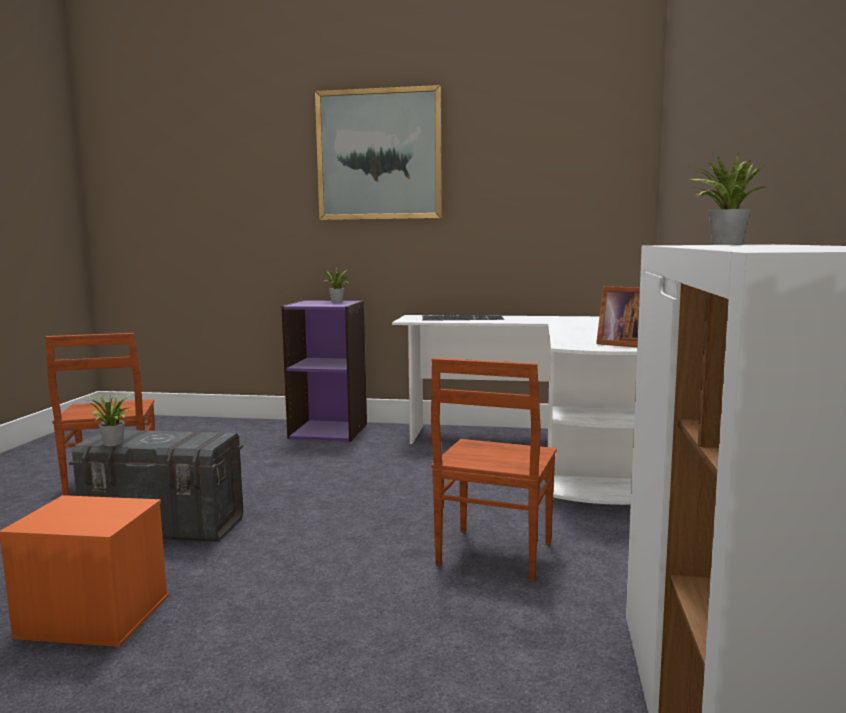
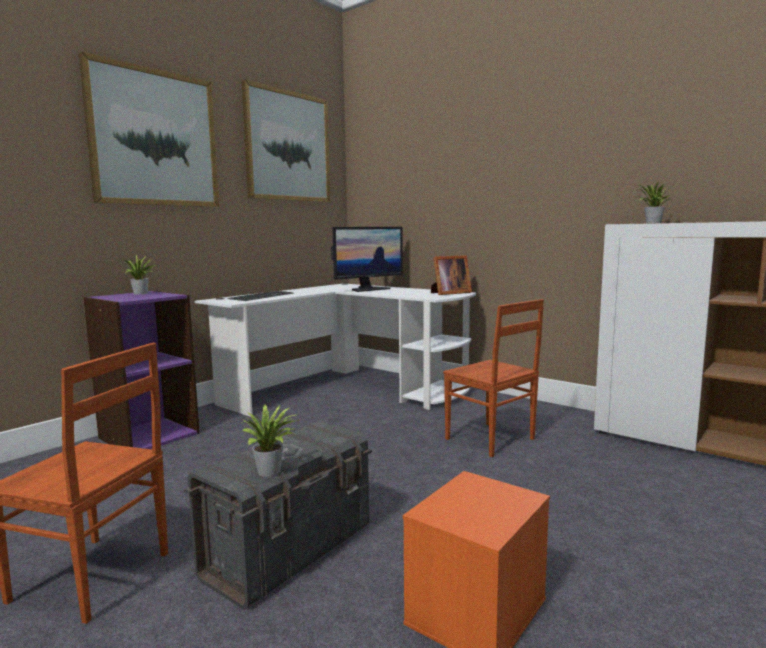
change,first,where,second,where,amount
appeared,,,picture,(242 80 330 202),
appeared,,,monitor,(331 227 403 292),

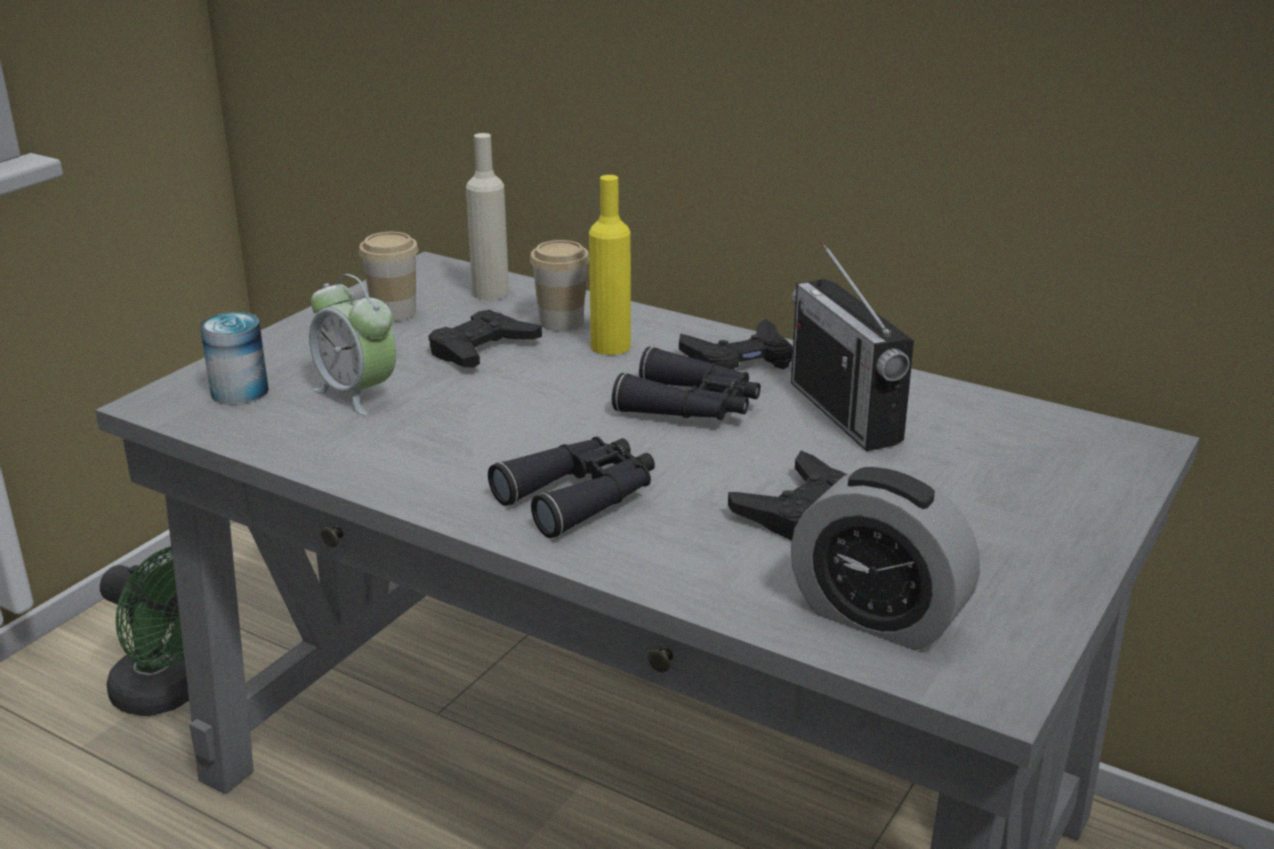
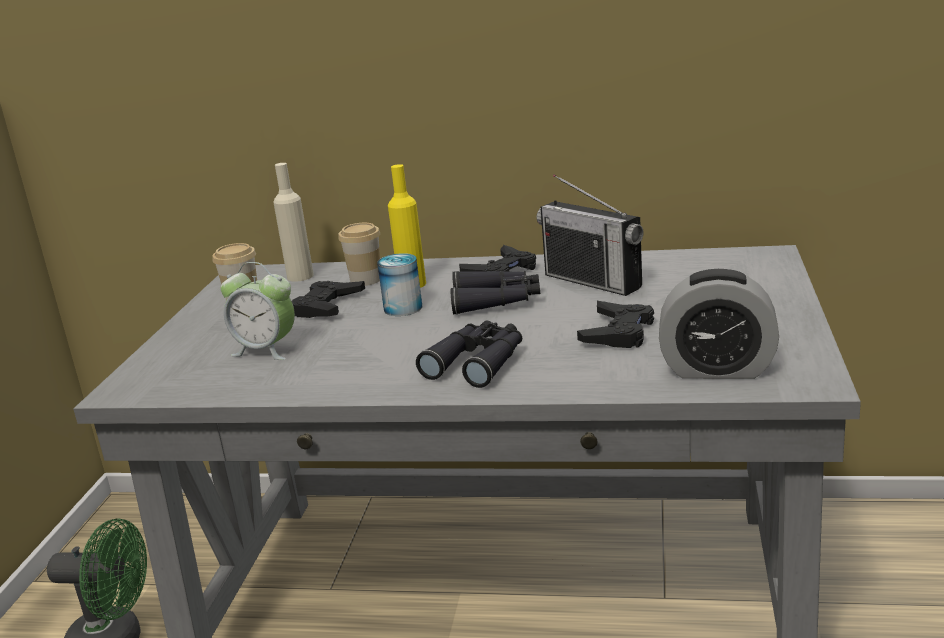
change,first,where,second,where,amount
relocated,can,(200 312 269 405),,(377 253 422 316),

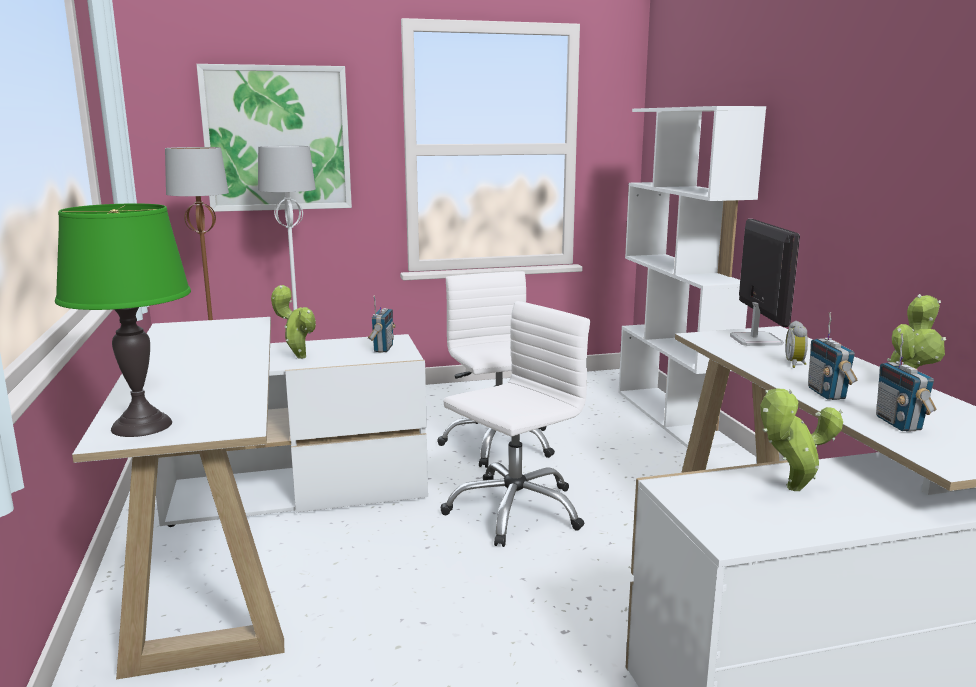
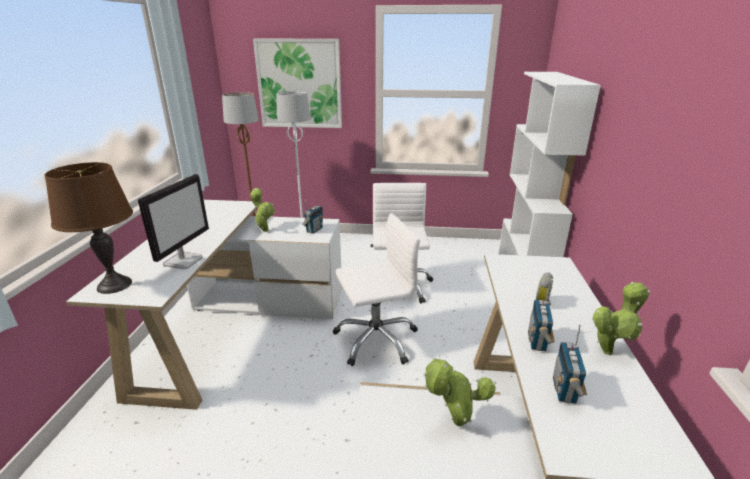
change,first,where,second,where,amount
colour,green table lamp,(55 203 191 437),brown table lamp,(44 162 133 294),
relocated,monitor,(730 219 800 346),,(138 174 209 269),

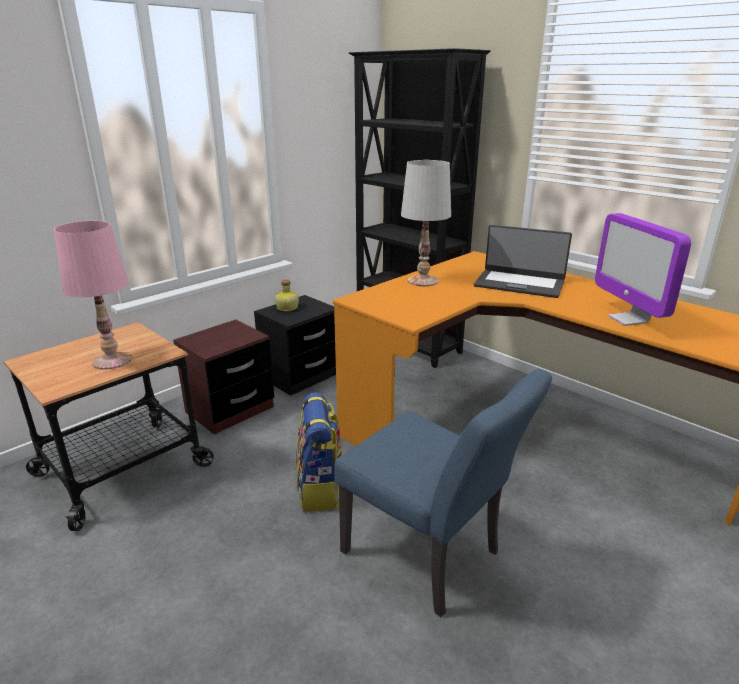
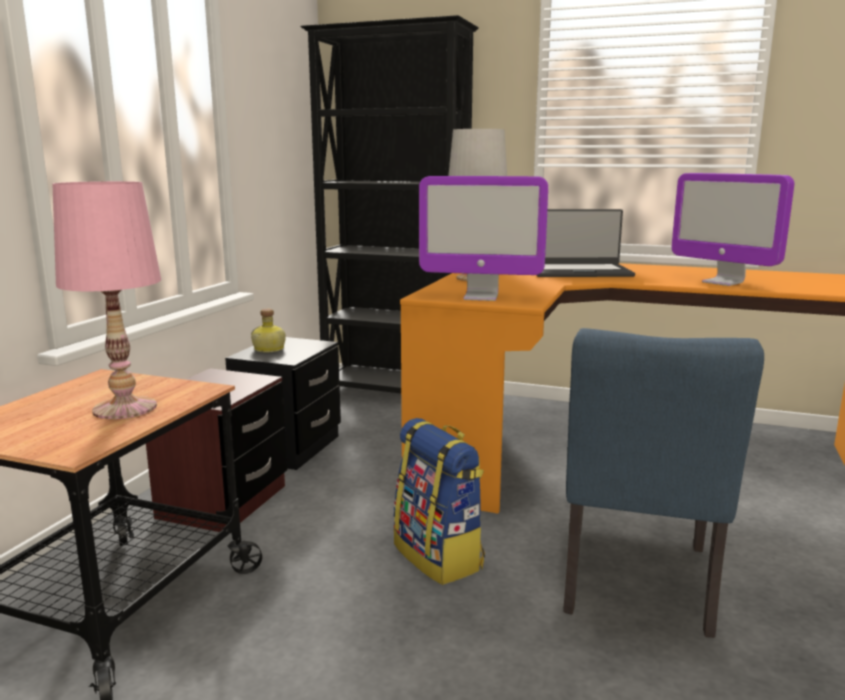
change,first,where,second,where,amount
spun,blue chair,(334 369 552 617),,(563 328 764 638),90 degrees clockwise
appeared,,,monitor,(419 176 548 301),

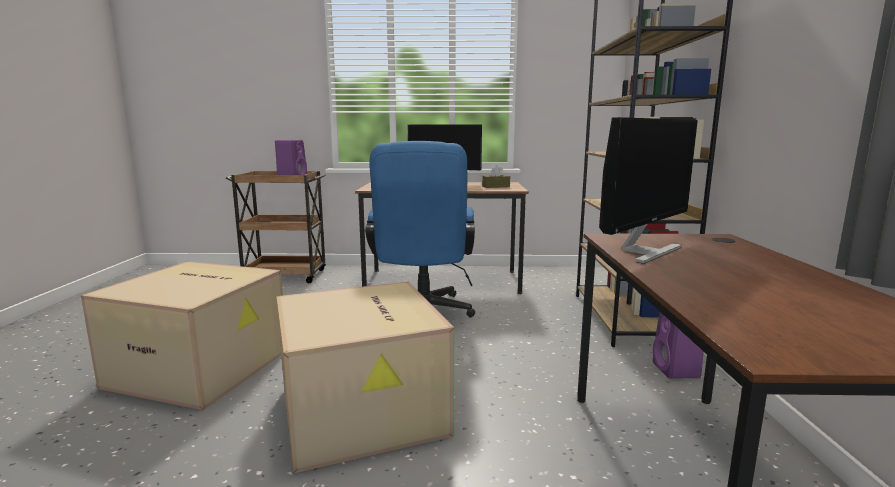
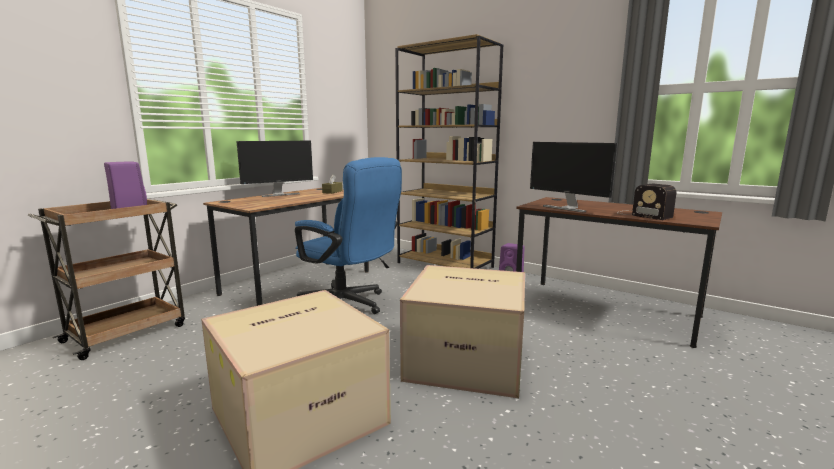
change,first,where,second,where,amount
spun,monitor,(599 117 698 264),,(530 142 617 213),150 degrees clockwise
appeared,,,radio,(617 184 676 220),

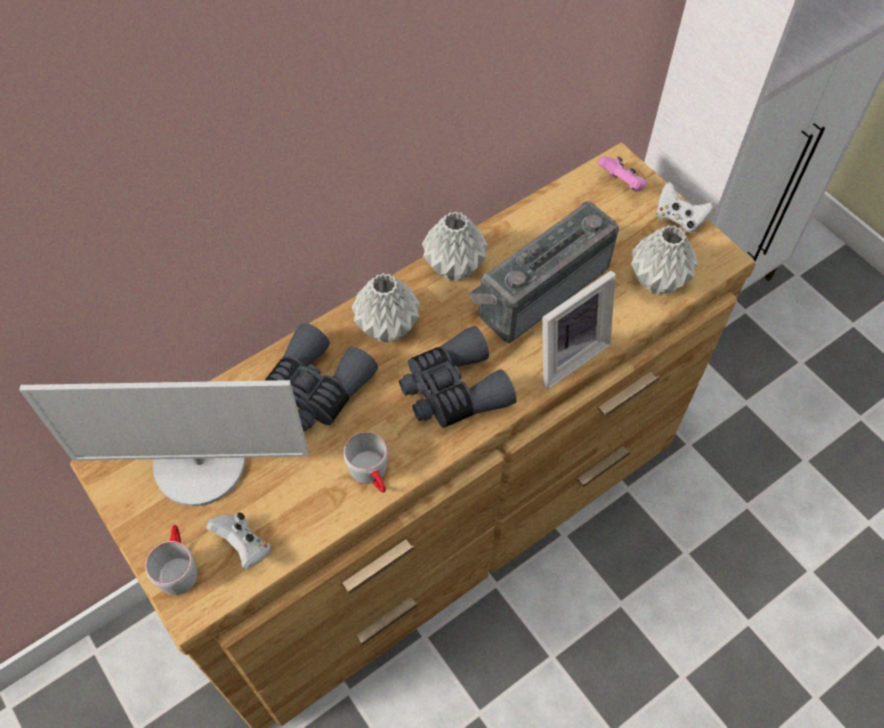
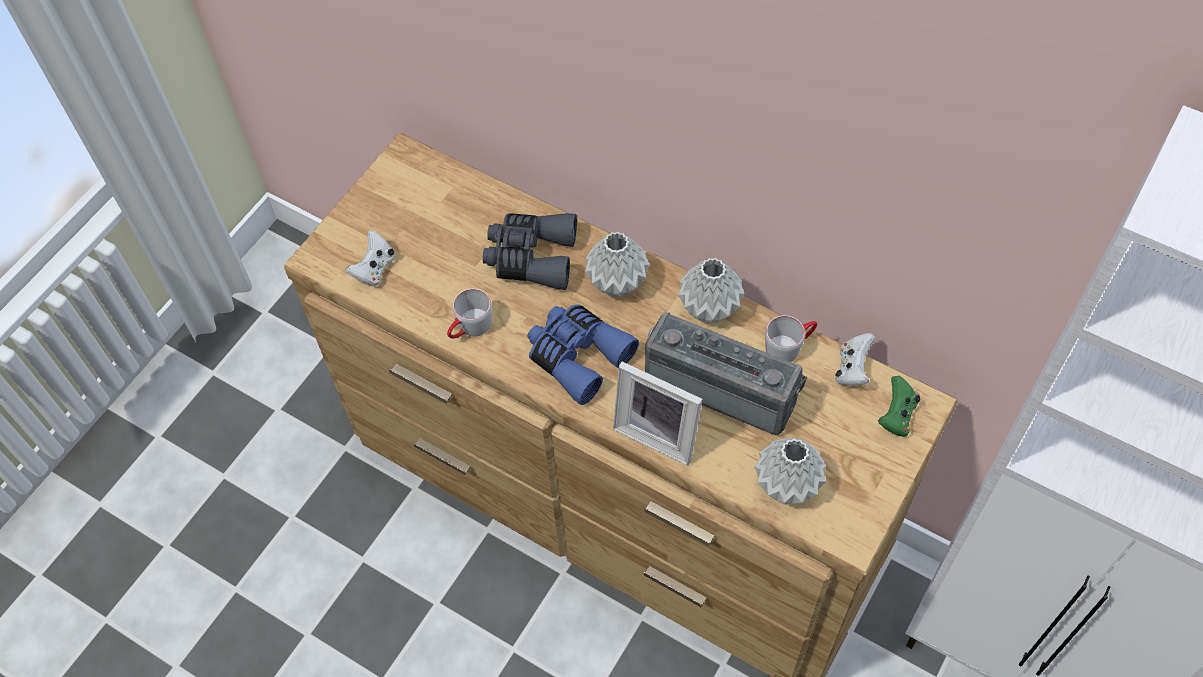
change,first,where,second,where,amount
missing,monitor,(19 380 309 506),,,
relocated,grey mug,(145 525 197 595),,(765 315 817 362),
colour,grey binoculars,(399 326 517 428),blue binoculars,(527 304 639 405),
colour,pink game controller,(598 157 647 191),green game controller,(878 376 920 437),
relocated,white game controller,(656 182 714 233),,(835 333 876 386),

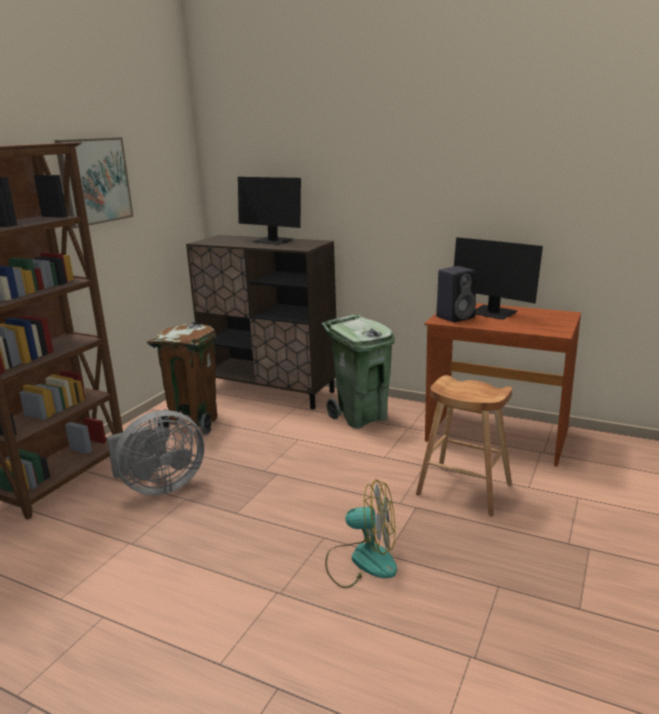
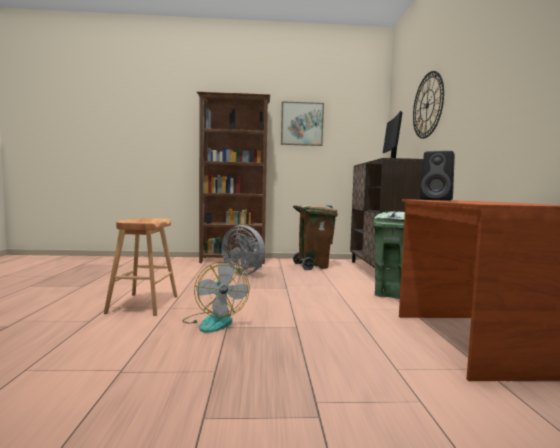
change,first,where,second,where,amount
relocated,brown stool,(416 375 512 516),,(104 218 177 316),
missing,monitor,(454 237 543 320),,,
appeared,,,wall clock,(413 71 444 139),

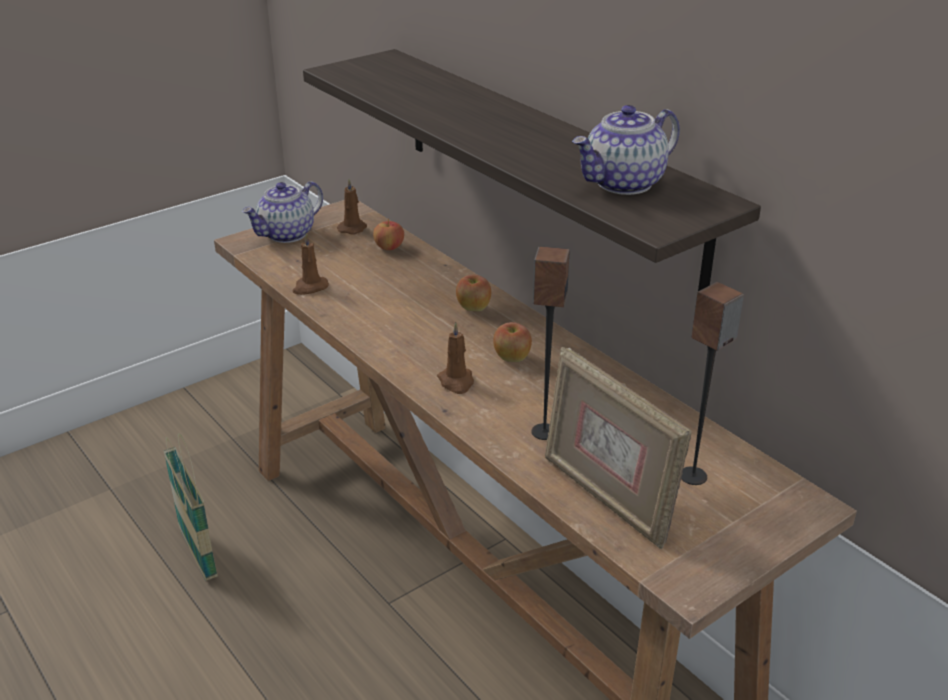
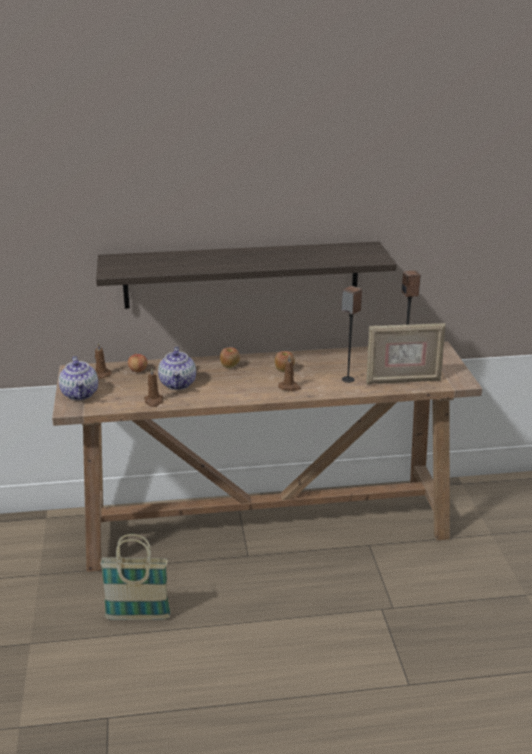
change,first,where,second,where,amount
relocated,teapot,(572 105 680 195),,(158 346 196 390),

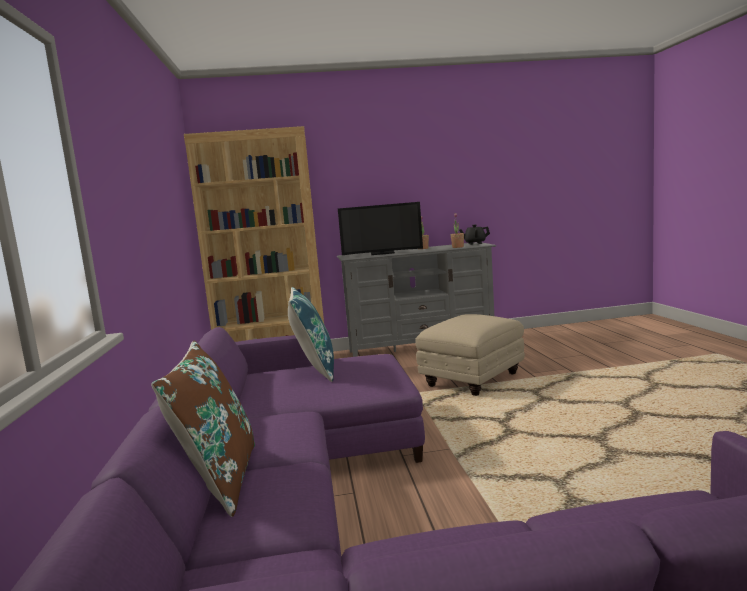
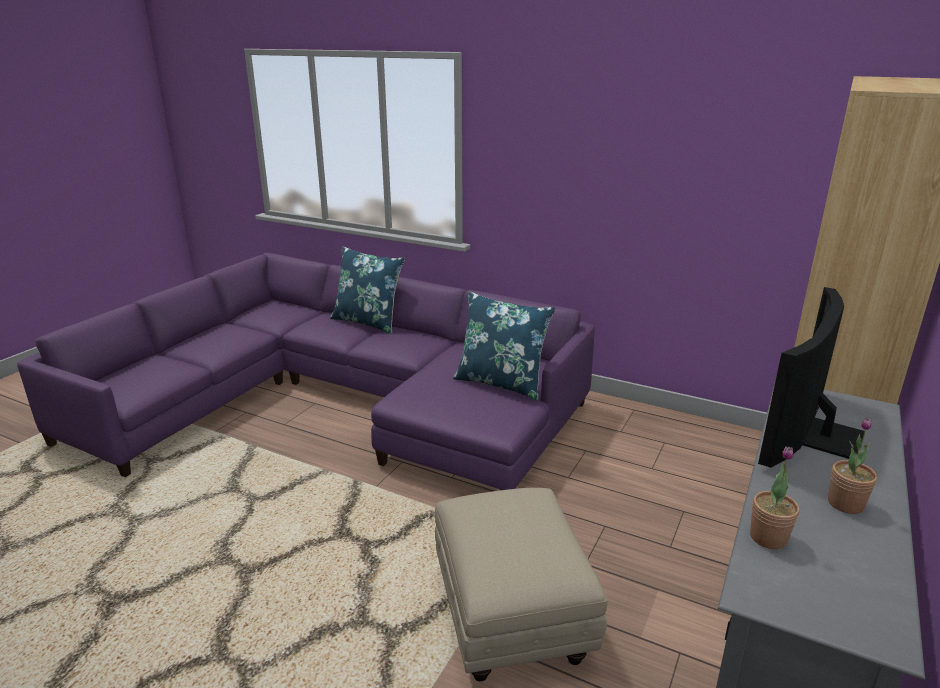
change,first,where,second,where,amount
colour,brown pillow,(151 340 255 517),blue pillow,(330 246 405 334),
missing,black teapot,(459 224 490 245),,,

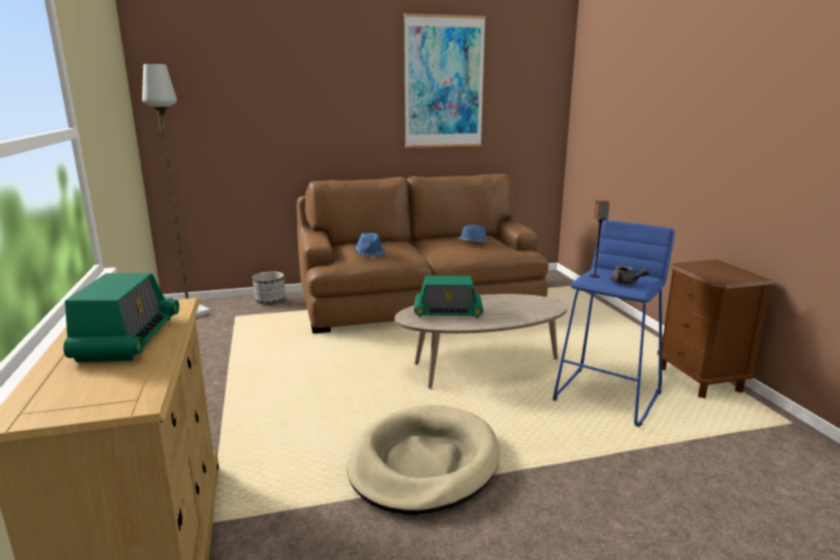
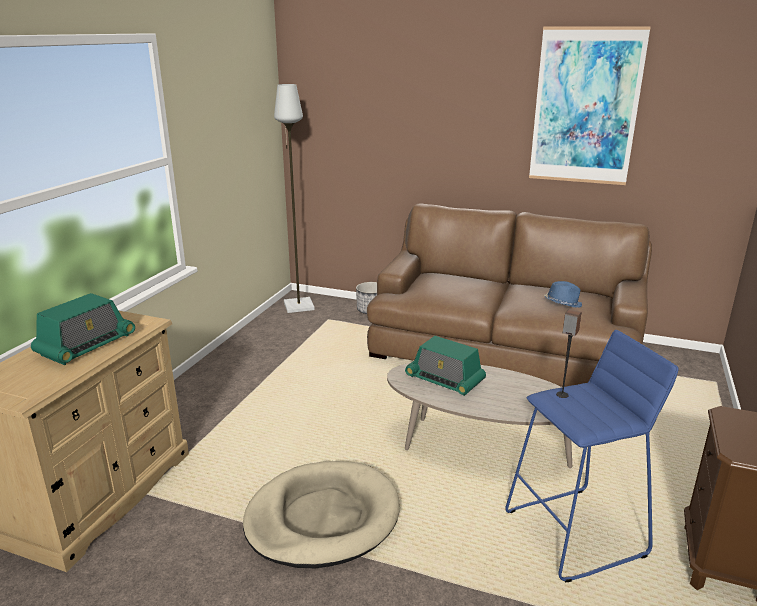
change,first,where,second,where,amount
missing,blue hat,(354 232 385 257),,,
missing,grey teapot,(610 266 650 284),,,

